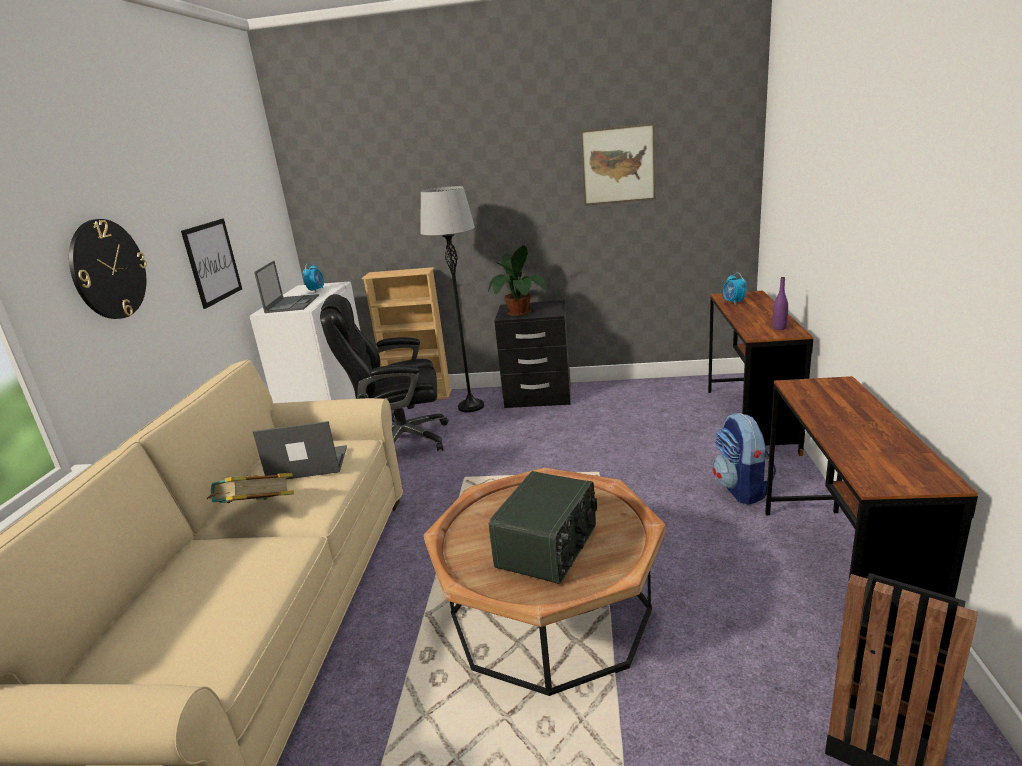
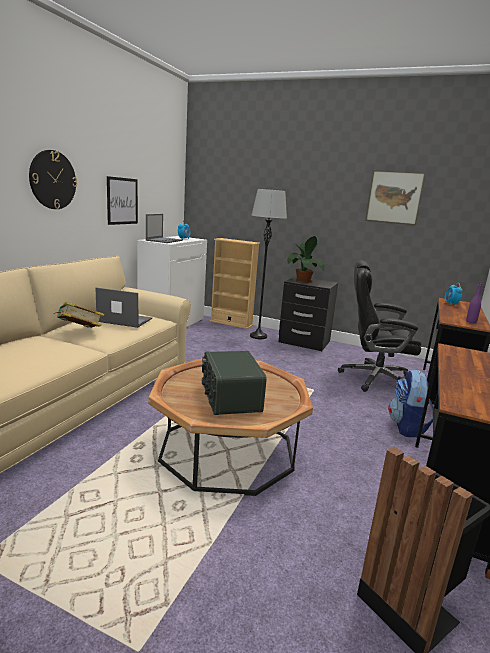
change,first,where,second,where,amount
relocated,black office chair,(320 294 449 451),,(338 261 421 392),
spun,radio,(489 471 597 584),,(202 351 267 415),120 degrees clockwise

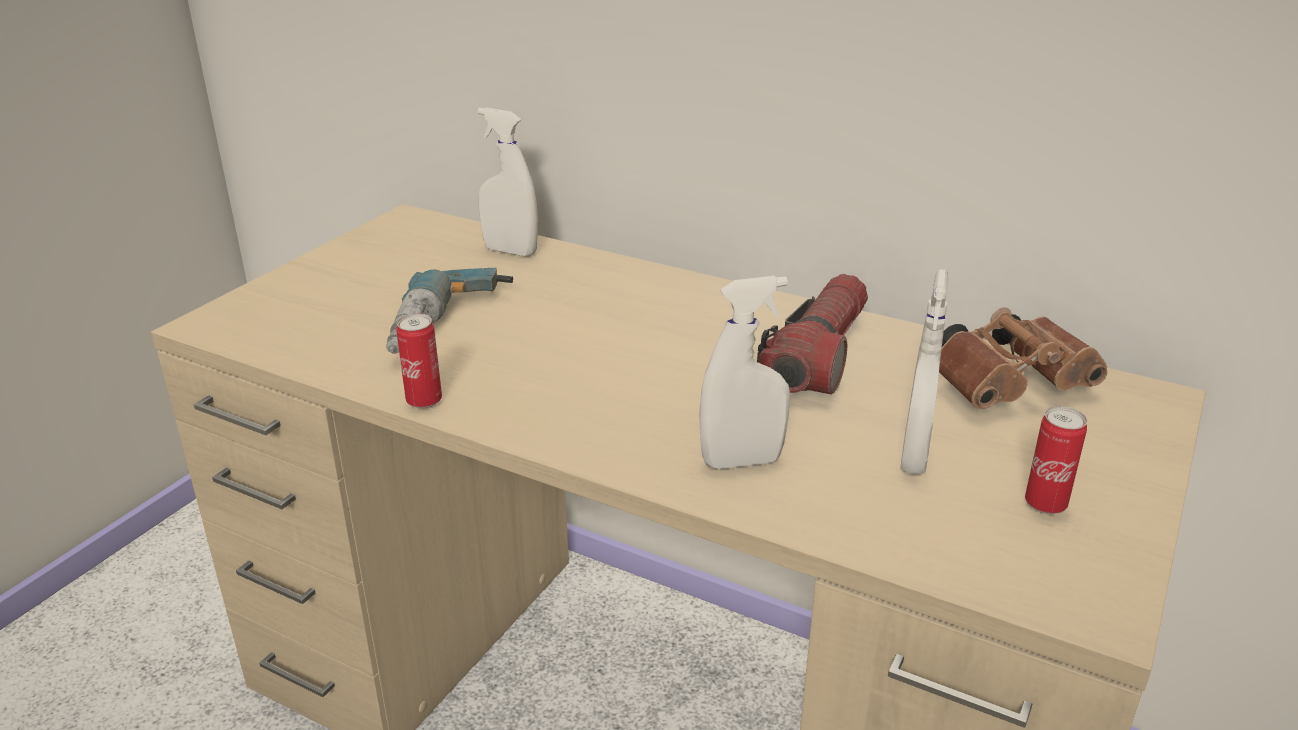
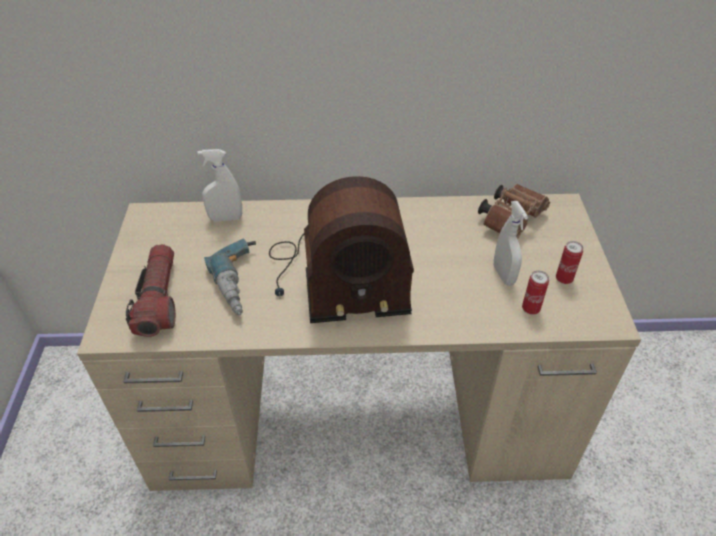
change,first,where,second,where,amount
relocated,can,(396 313 442 409),,(522 270 549 315),
missing,white spray bottle,(699 276 790 469),,,
relocated,flashlight,(757 274 868 394),,(126 244 176 337),
appeared,,,radio,(269 176 414 323),

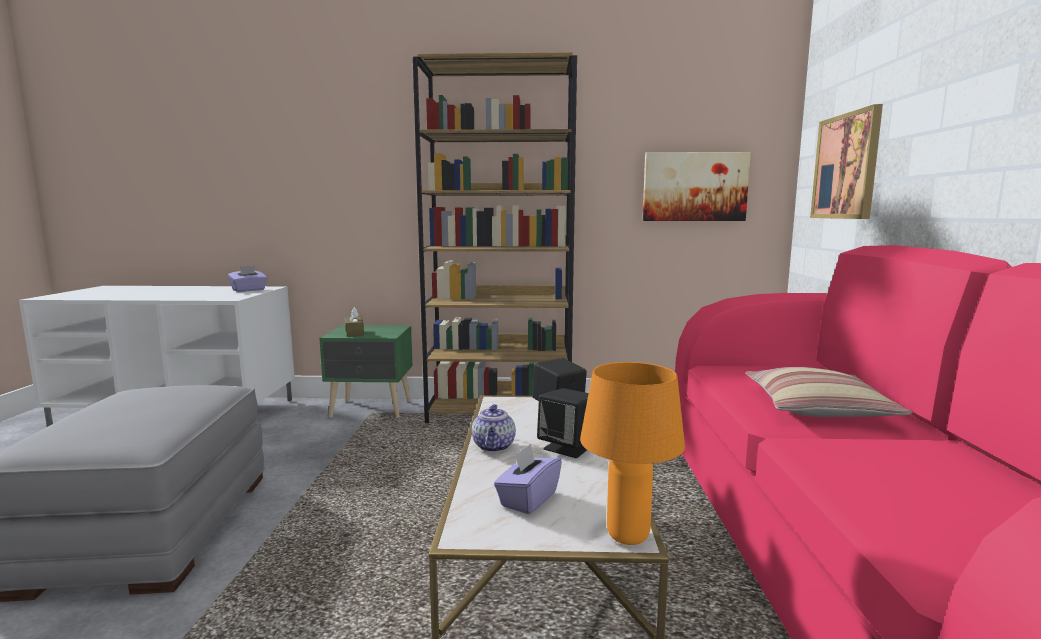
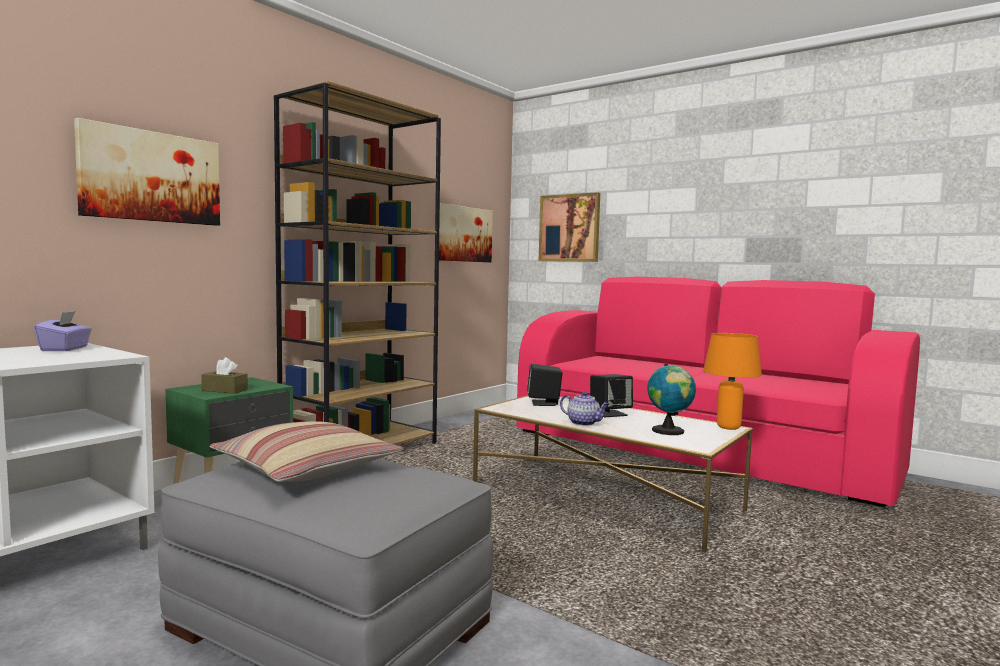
change,first,where,second,where,amount
exchanged,purple tissue box,(494 444 562 515),globe,(647 364 696 435),
relocated,pillow,(745 367 913 417),,(209 421 404 482),
appeared,,,picture,(74 118 220 226),

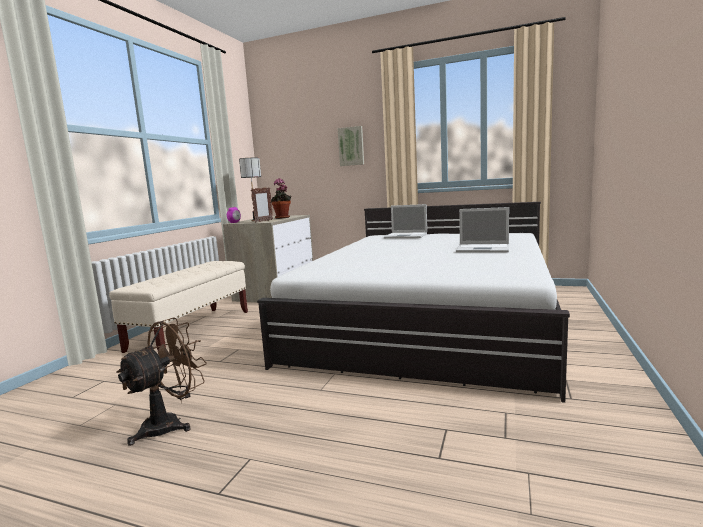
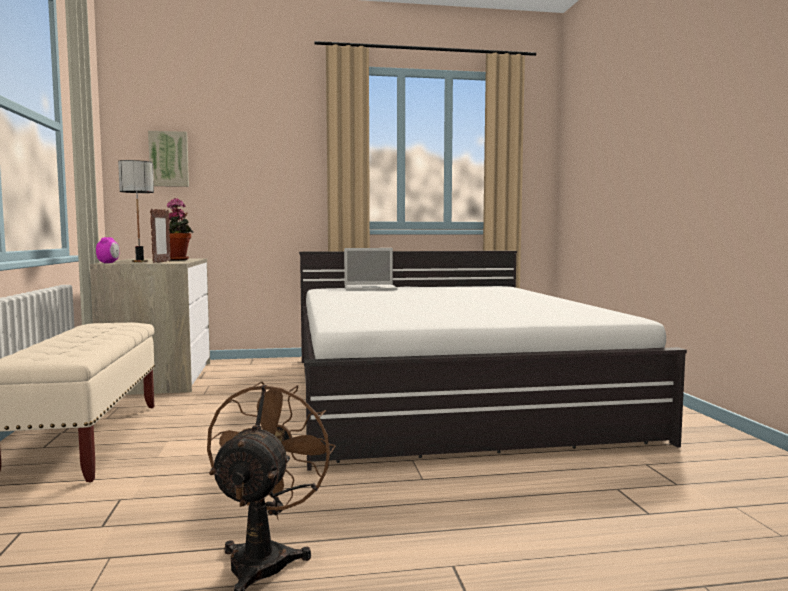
change,first,where,second,where,amount
relocated,picture,(338 126 364 166),,(148 131 189 187),
missing,laptop,(456 207 509 253),,,

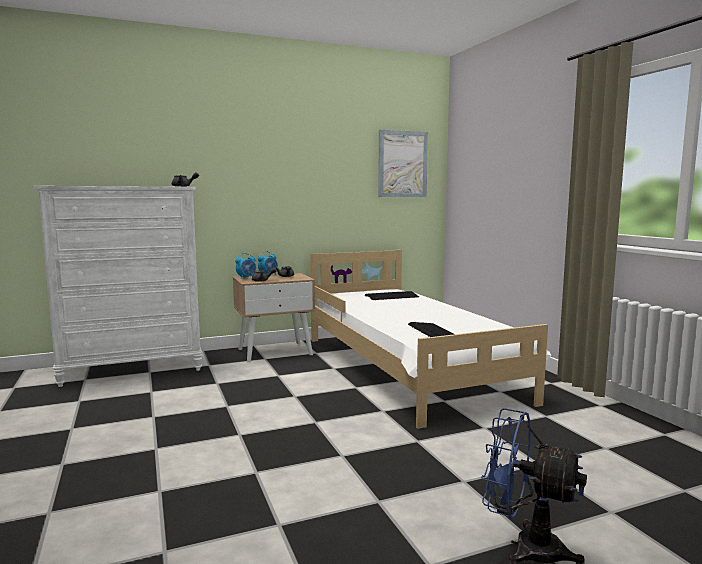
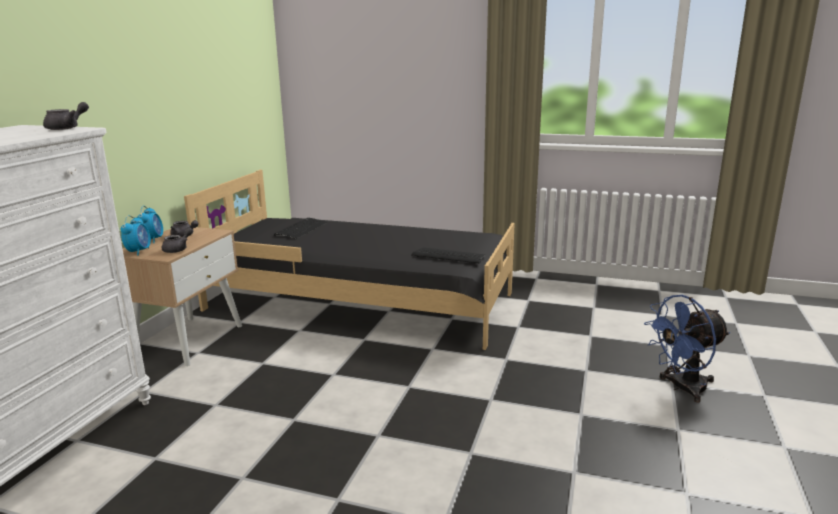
change,first,where,second,where,amount
colour,white bed,(310 250 551 429),black bed,(184 170 515 350),
missing,picture,(378 130 428 197),,,

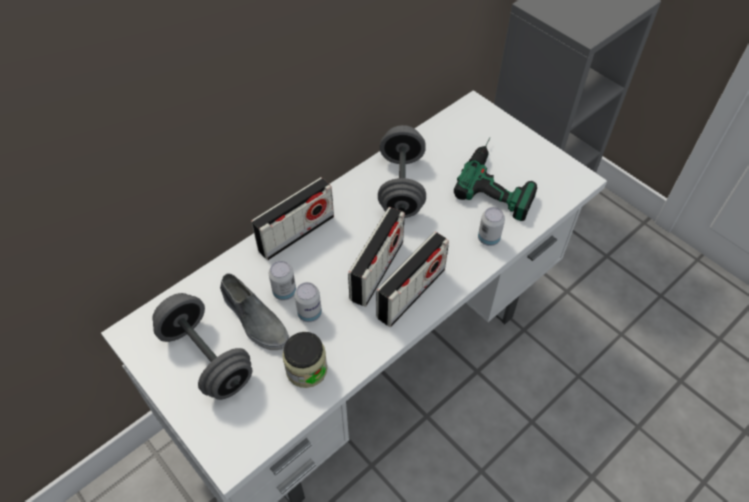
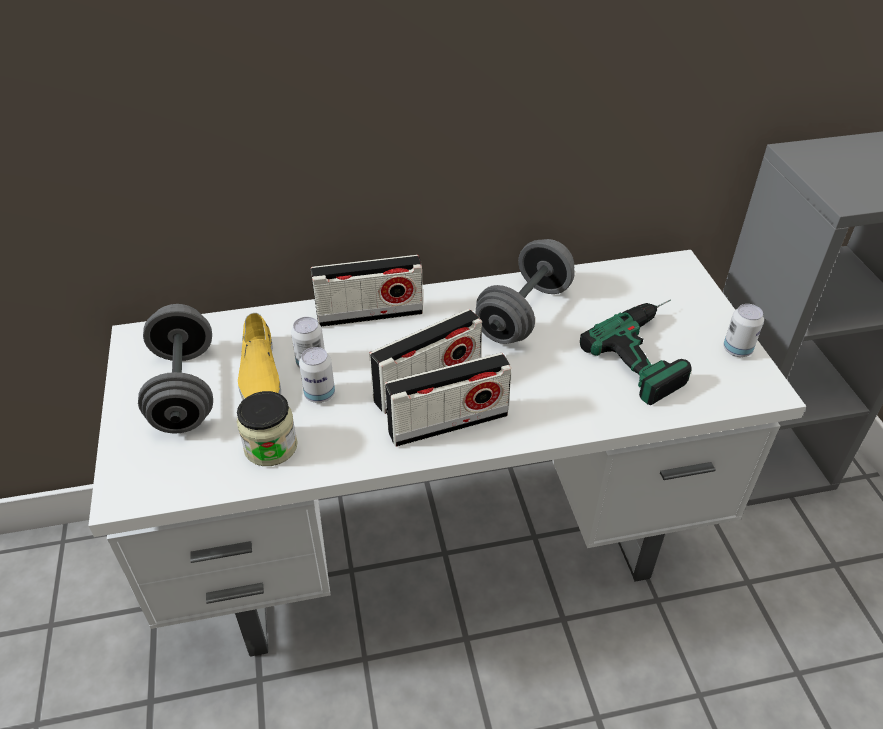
change,first,where,second,where,amount
colour,grey shoe,(220 273 289 350),yellow shoe,(238 313 281 400),
relocated,can,(478 207 505 246),,(723 304 764 357),

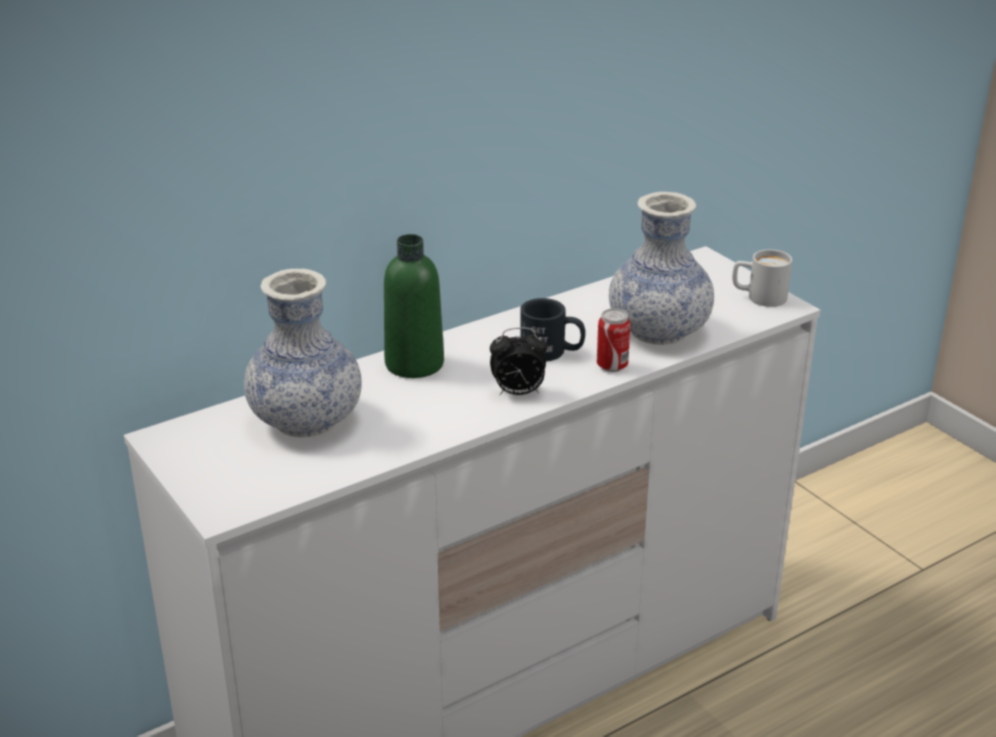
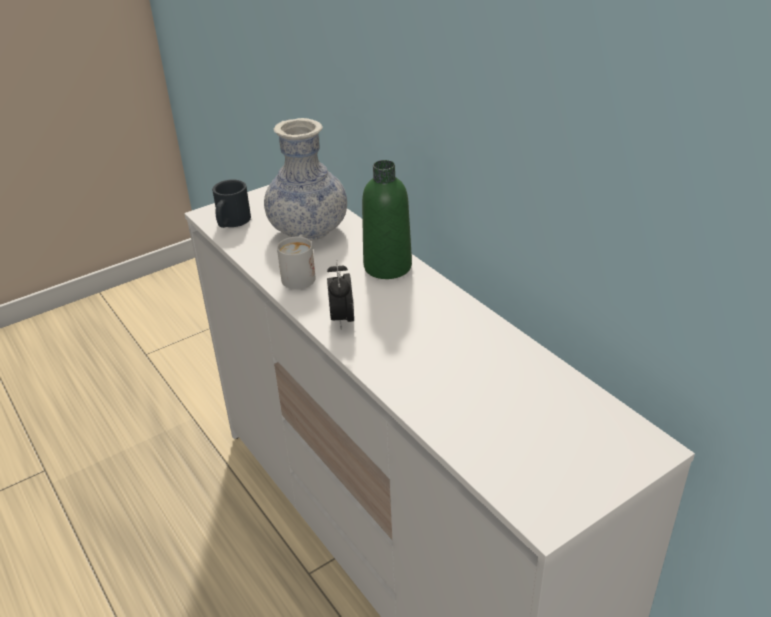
change,first,where,second,where,amount
relocated,black mug,(520 298 585 361),,(212 180 251 228),
missing,can,(597 308 631 372),,,
missing,vase,(609 192 714 345),,,
relocated,white mug,(732 249 792 307),,(277 234 316 289),

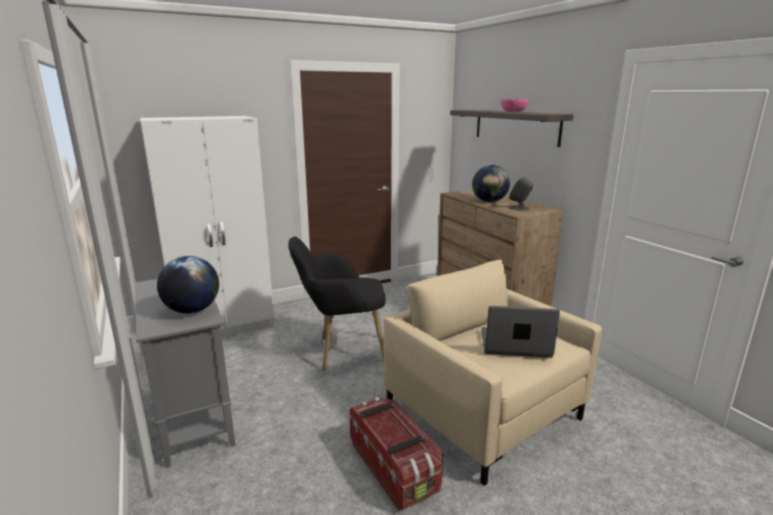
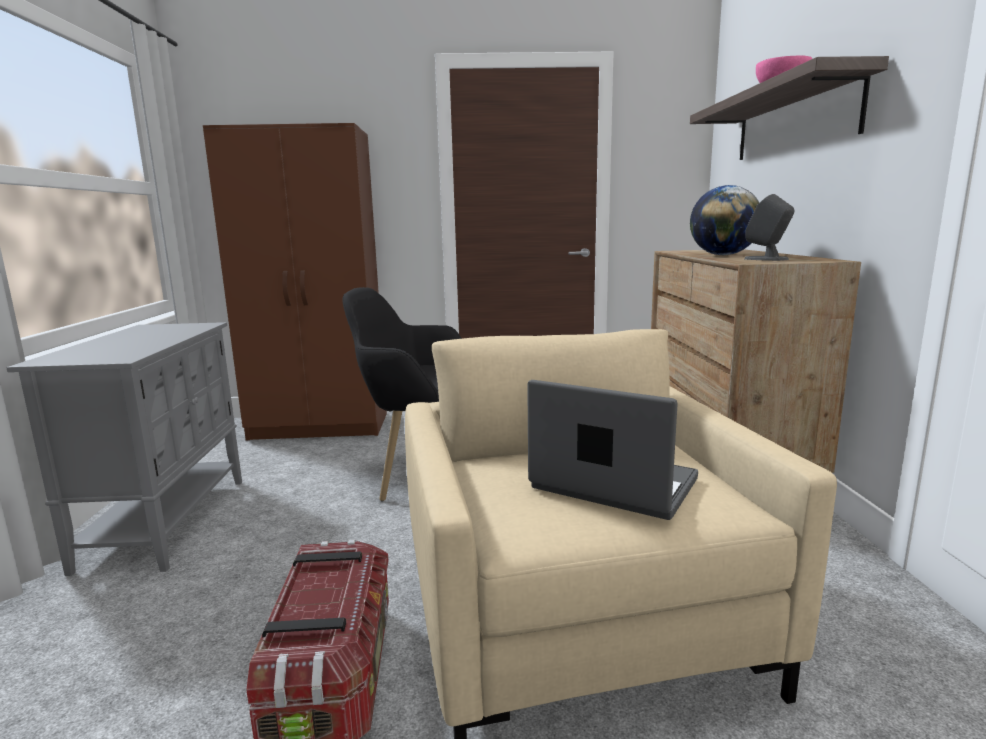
change,first,where,second,where,amount
colour,white wardrobe,(140 116 274 336),brown wardrobe,(203 123 387 440),
missing,globe,(157 256 219 314),,,

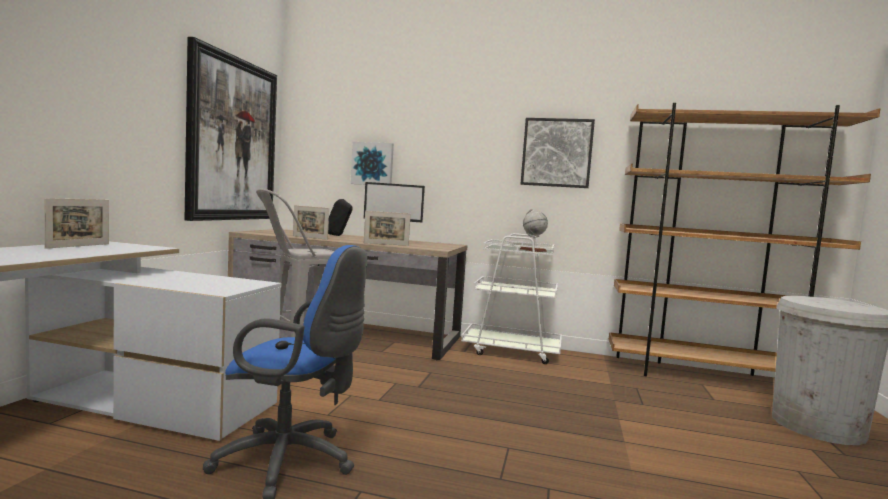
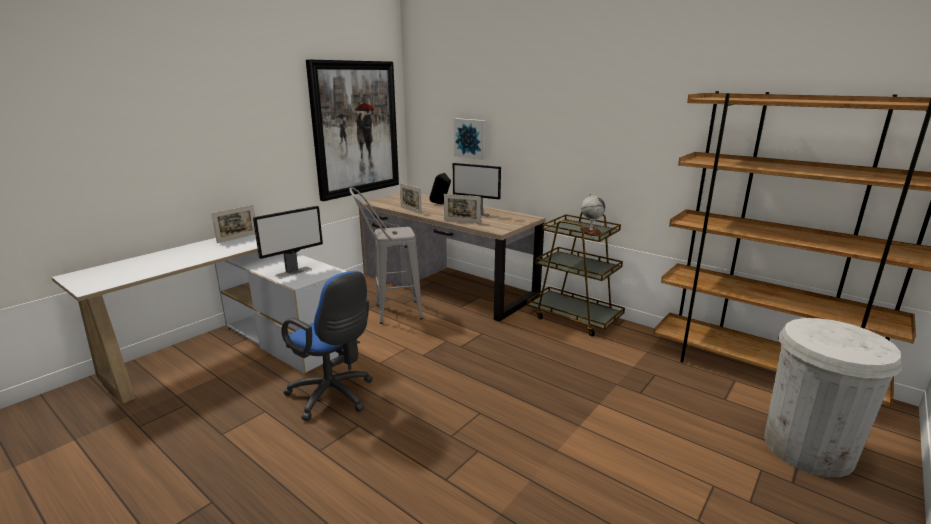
change,first,where,second,where,amount
colour,white cart,(461 233 562 364),brown cart,(527 212 625 336),
missing,picture,(521 118 595 188),,,
appeared,,,monitor,(253 206 323 279),

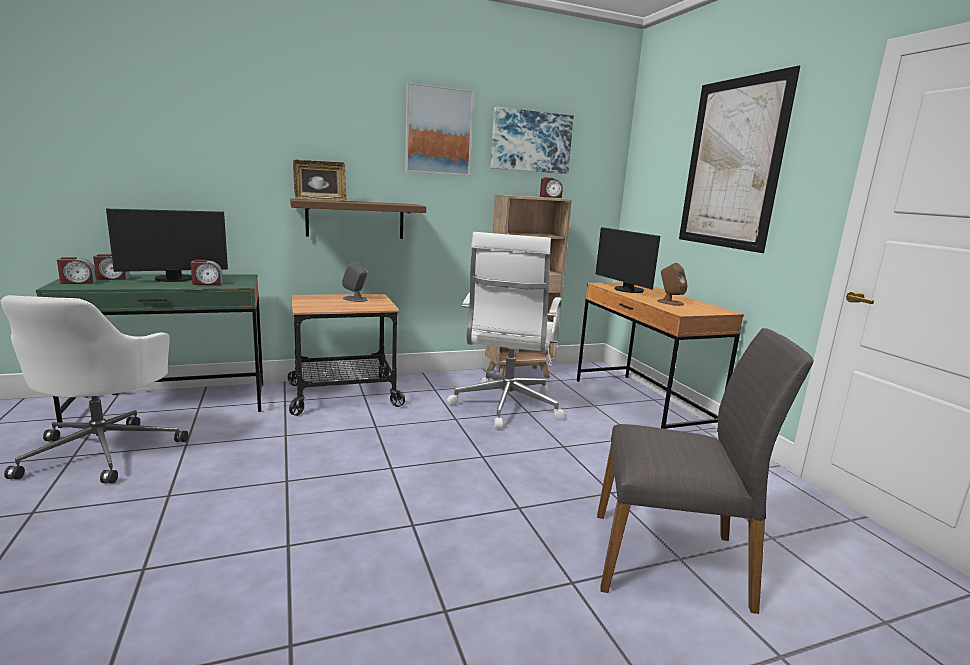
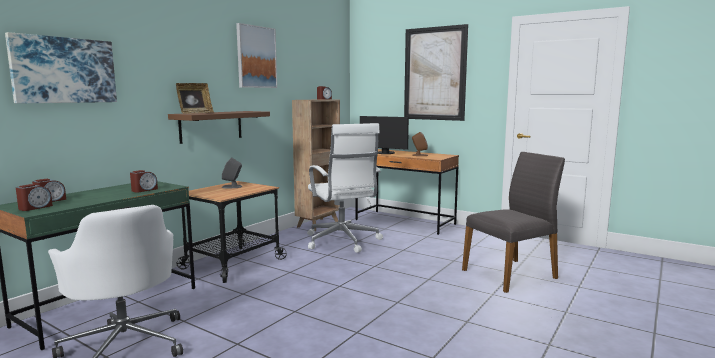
change,first,where,second,where,amount
missing,monitor,(106 209 228 282),,,
relocated,picture,(491 107 574 174),,(5 32 117 103),

